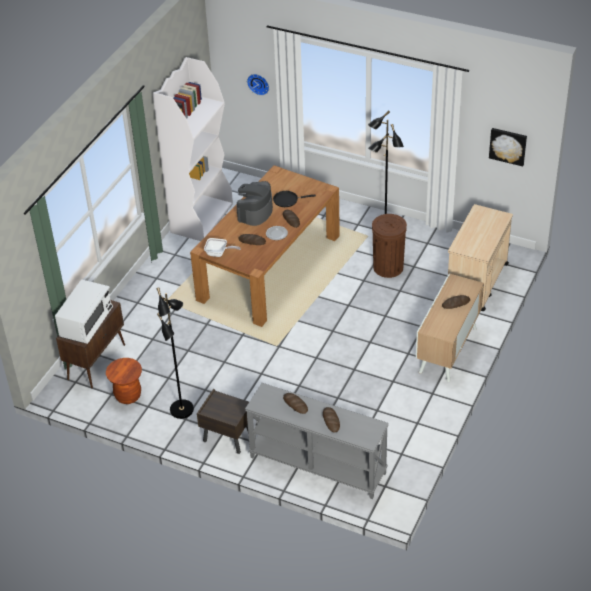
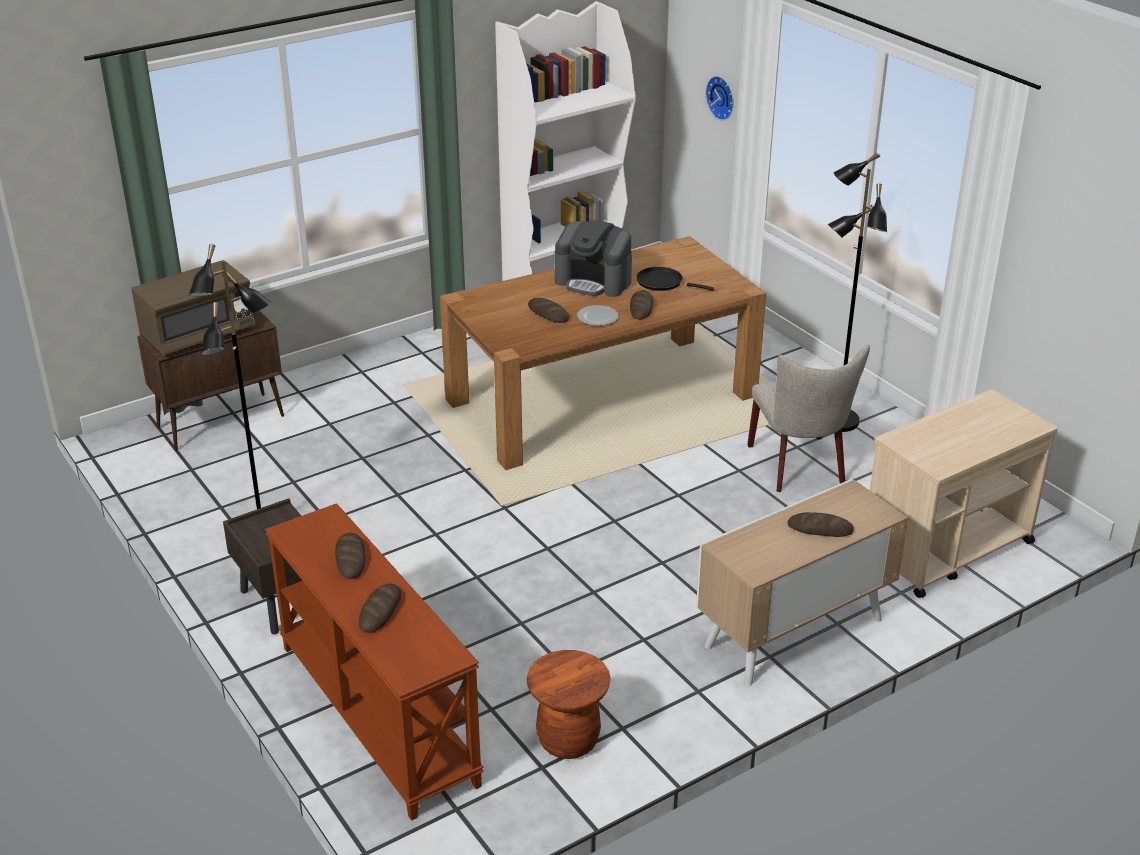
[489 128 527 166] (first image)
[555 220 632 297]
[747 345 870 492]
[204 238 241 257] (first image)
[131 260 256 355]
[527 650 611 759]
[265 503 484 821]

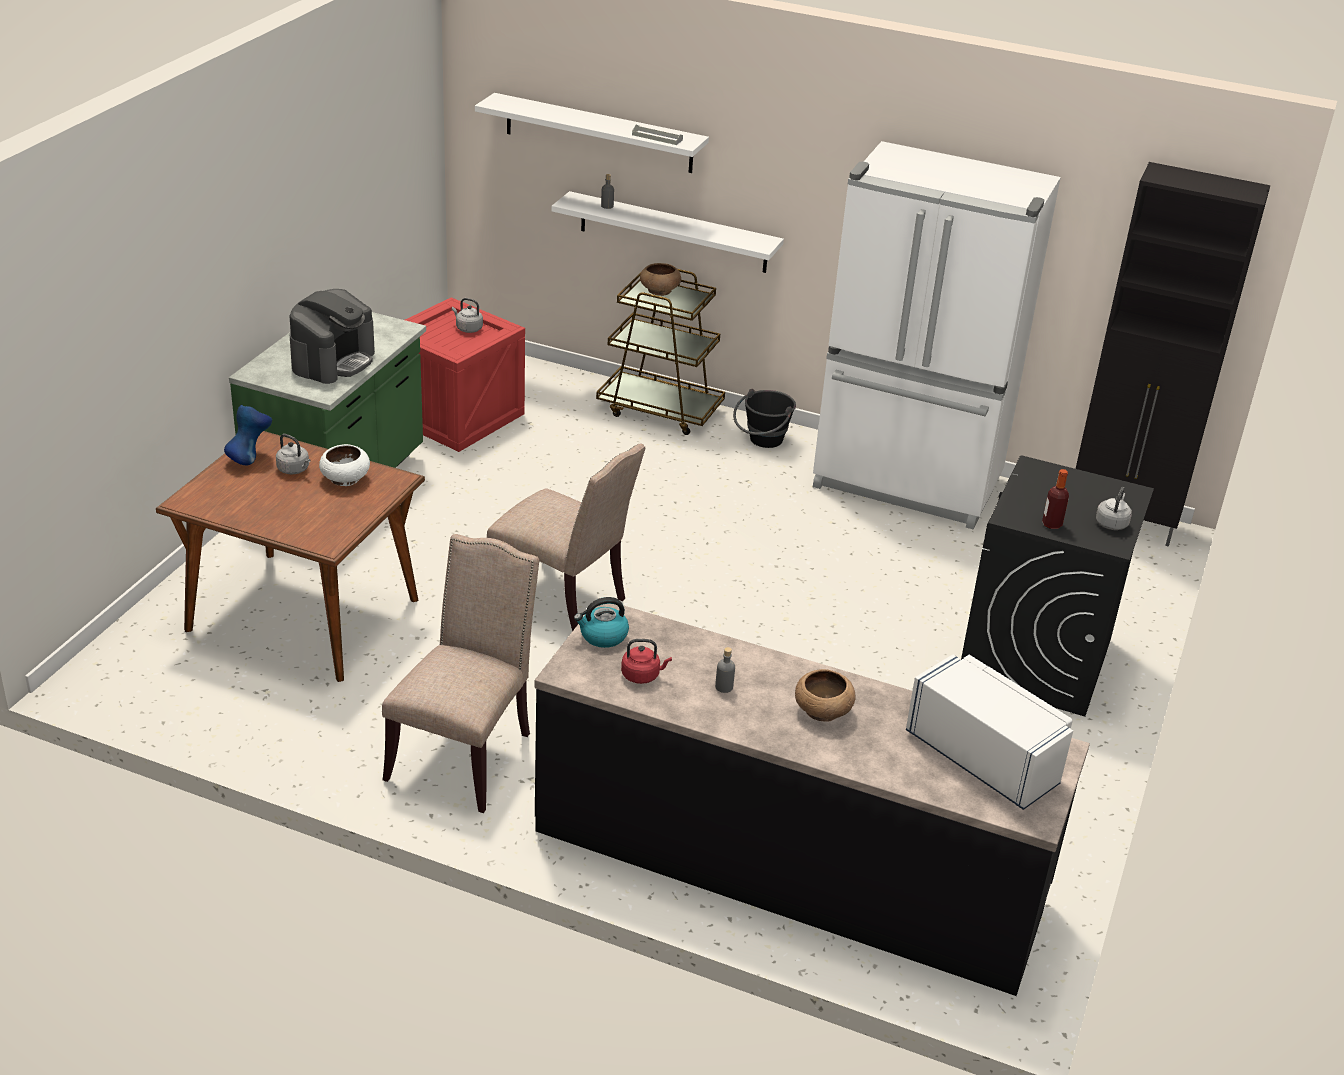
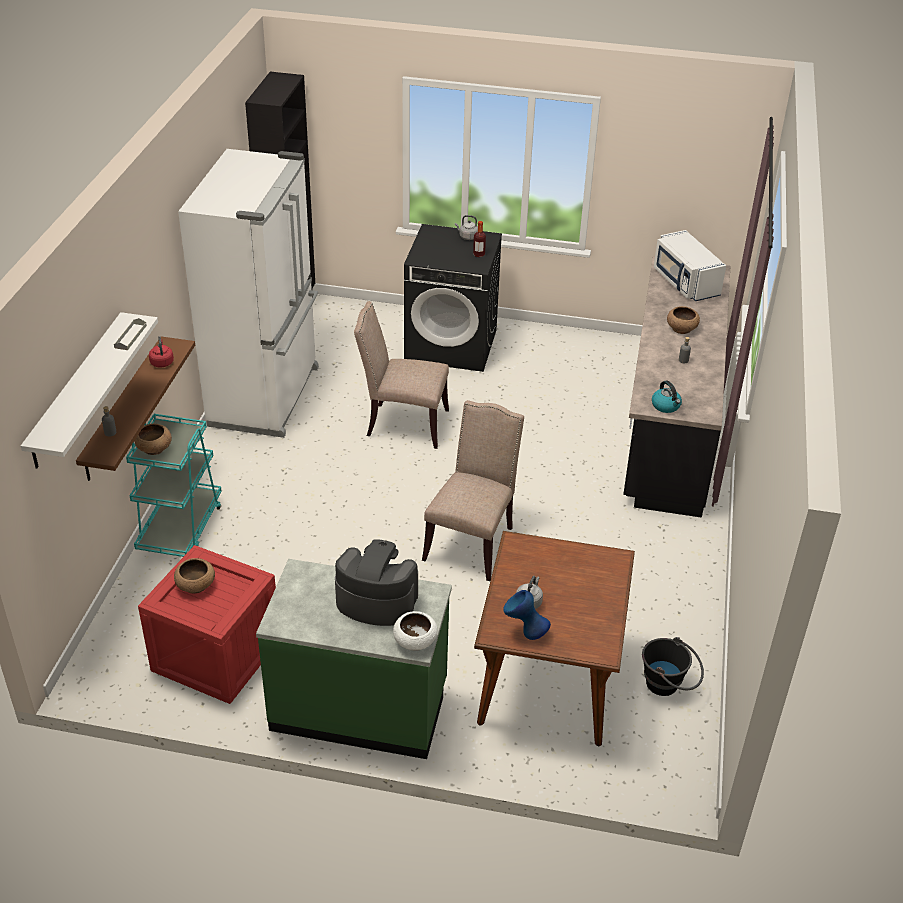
[76 336 195 481]
[126 414 222 557]
[174 558 215 594]
[642 637 704 696]
[393 611 438 651]
[354 301 449 449]
[149 336 174 367]
[654 230 726 301]

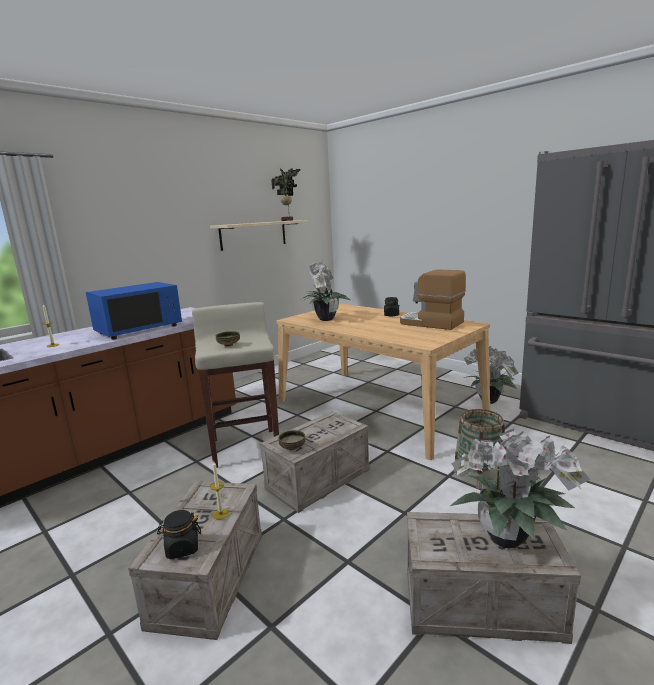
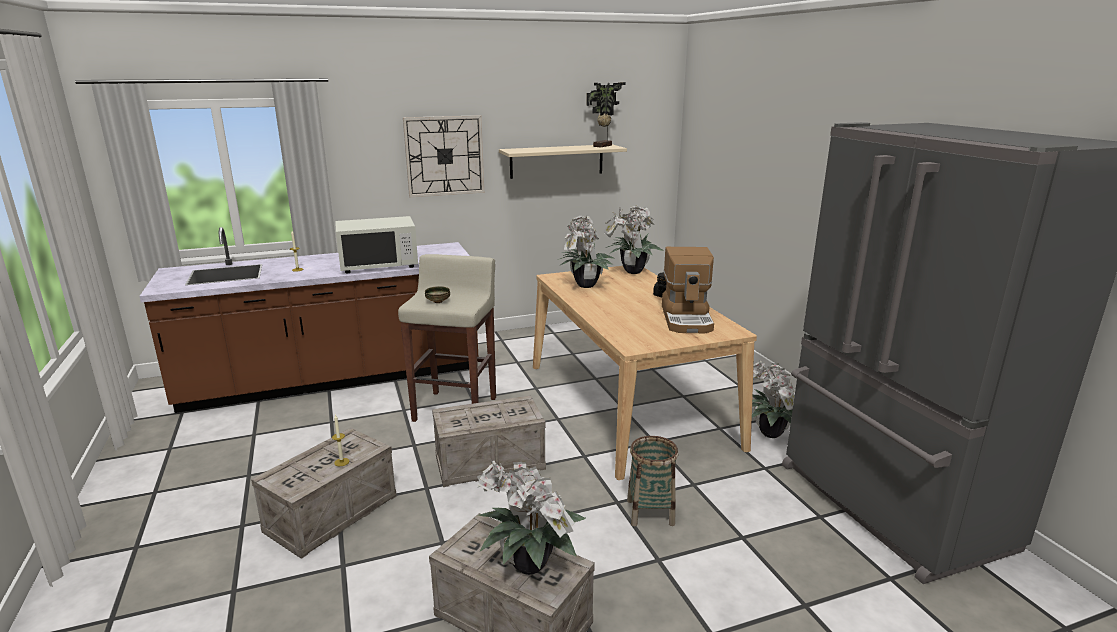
[662 247 714 333]
[335 216 418 273]
[278 430 306 451] (first image)
[157 510 201 559] (first image)
[403 115 484 197]
[603 206 664 274]

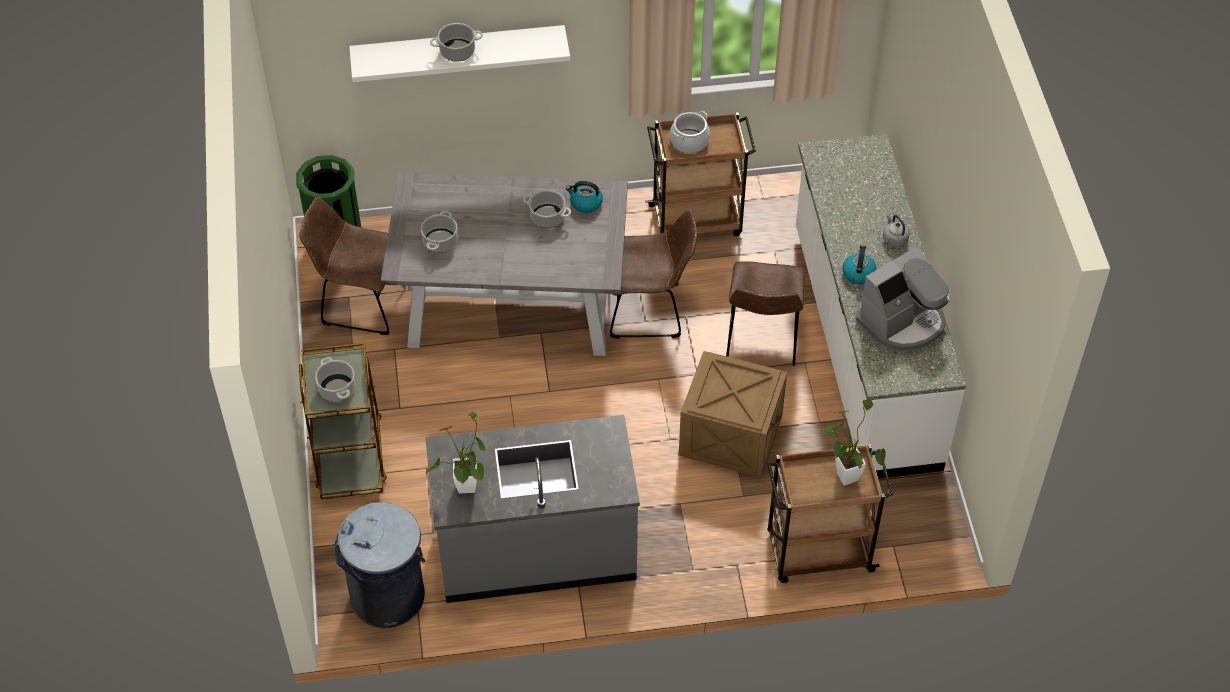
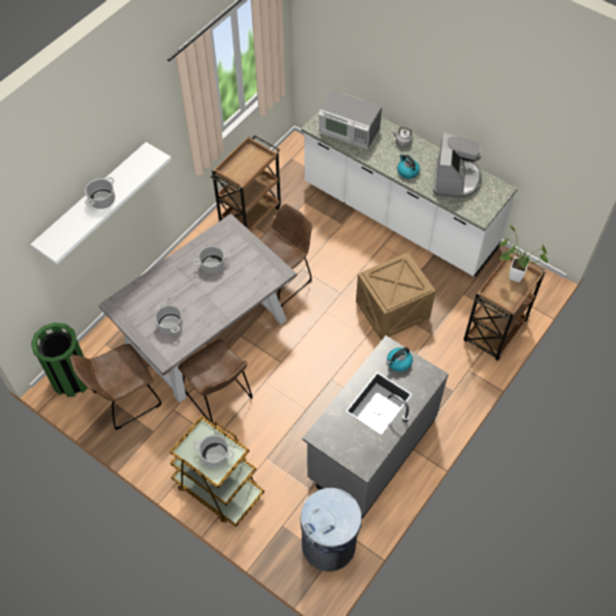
[670 111 710 153] (first image)
[386 347 413 372]
[178 339 253 423]
[425 411 486 493] (first image)
[319 90 382 149]

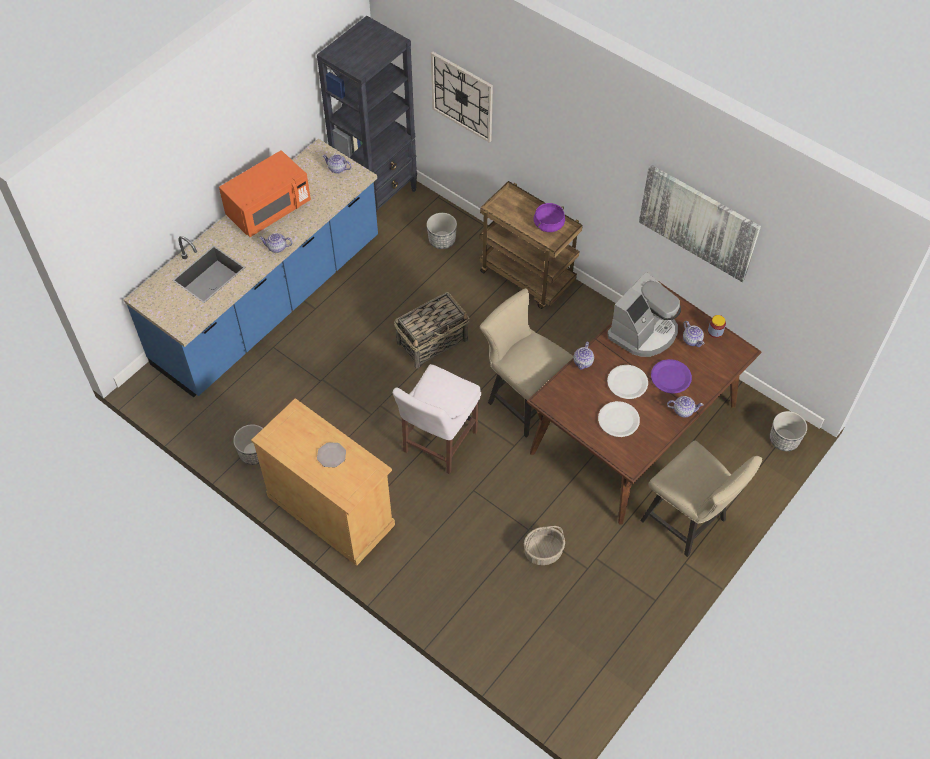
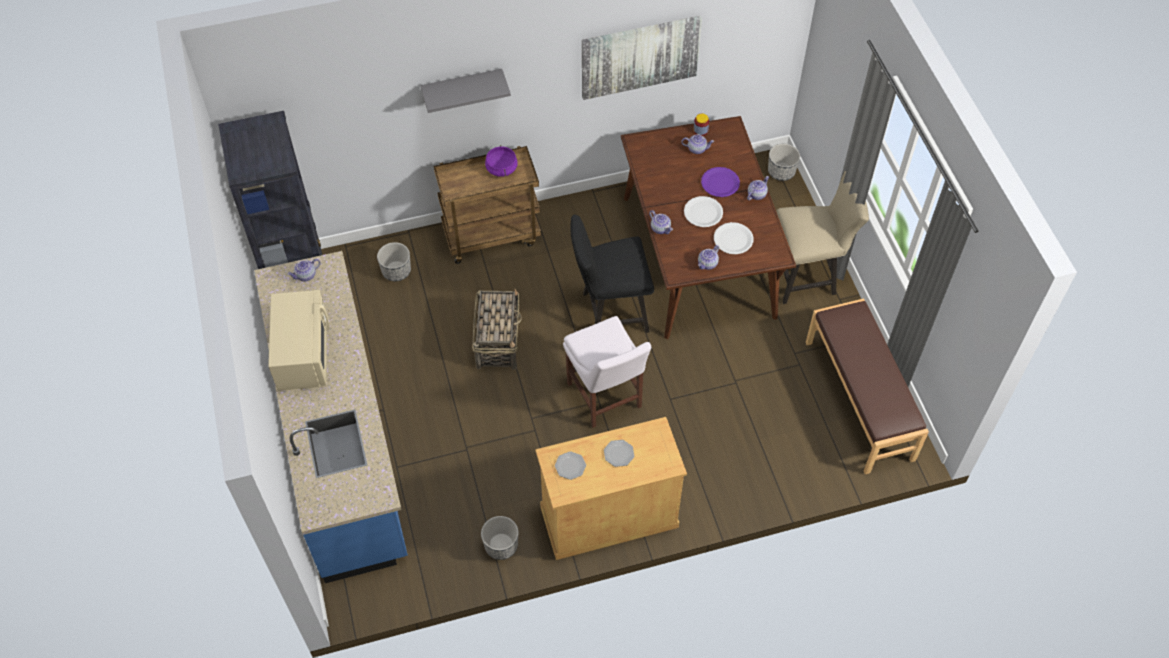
[431 52 493 143] (first image)
[268 290 329 391]
[698 245 719 270]
[607 272 681 357] (first image)
[570 215 654 333]
[524 526 565 565] (first image)
[420 69 511 113]
[806 299 929 474]
[555 451 586 480]

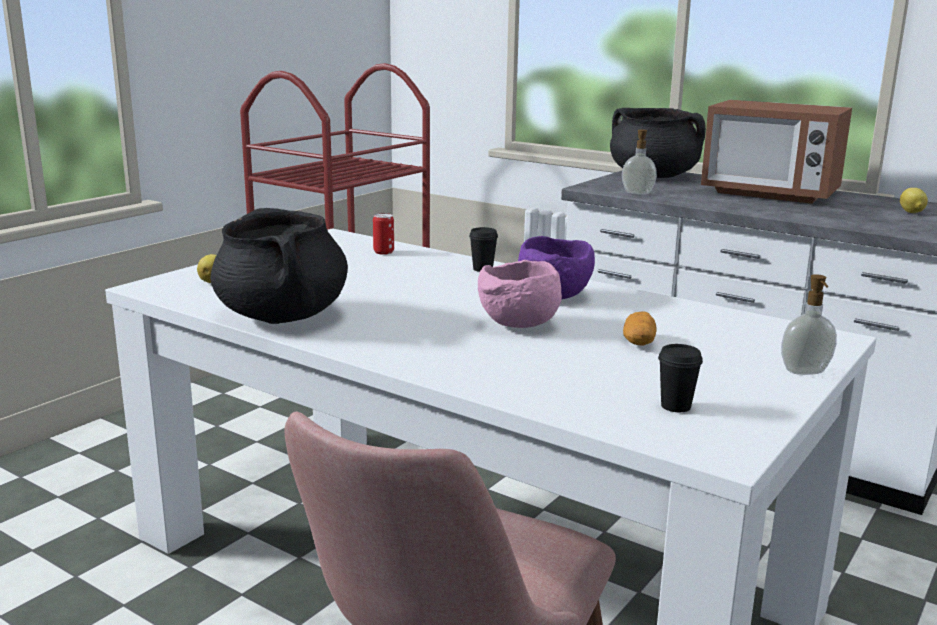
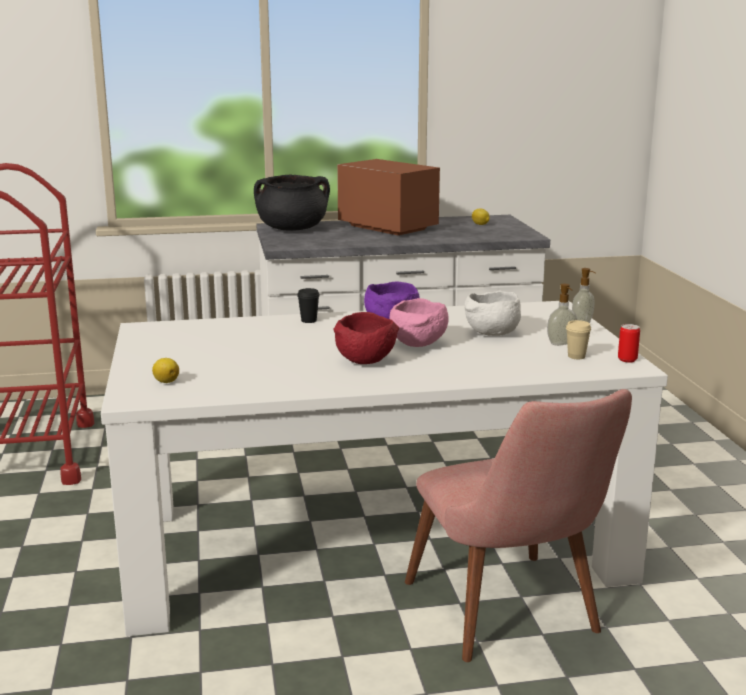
[337 159 440 236]
[547 284 577 346]
[210 208 348 324] (first image)
[618 324 640 363]
[465 291 521 336]
[566 320 591 359]
[334 312 399 364]

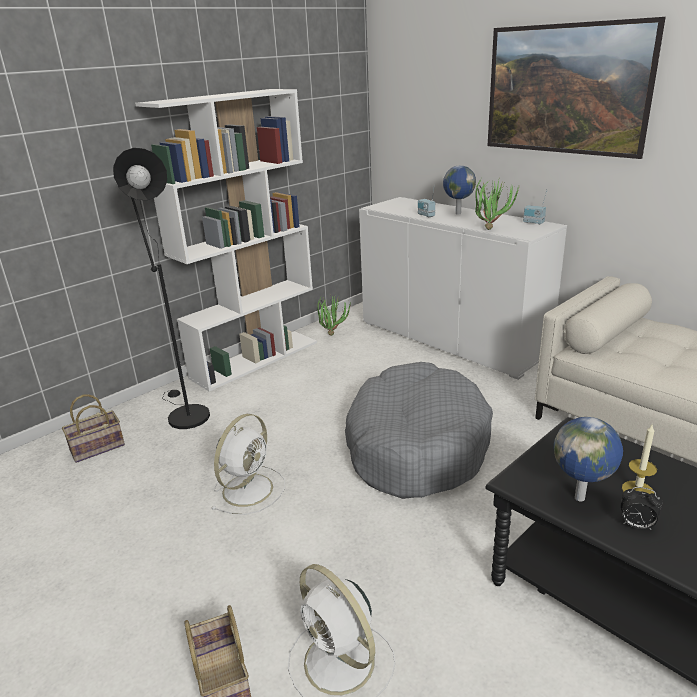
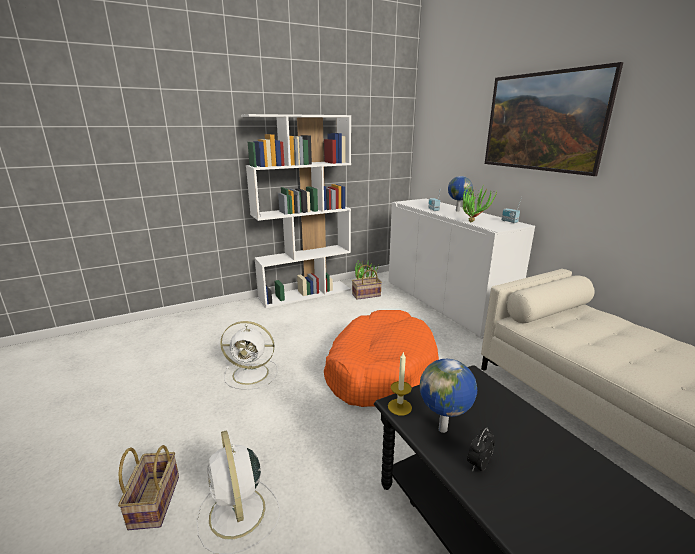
[113 148 210 429] (first image)
[324 310 439 407]
[352 265 382 300]
[220 321 278 390]
[388 352 412 416]
[467 428 495 472]

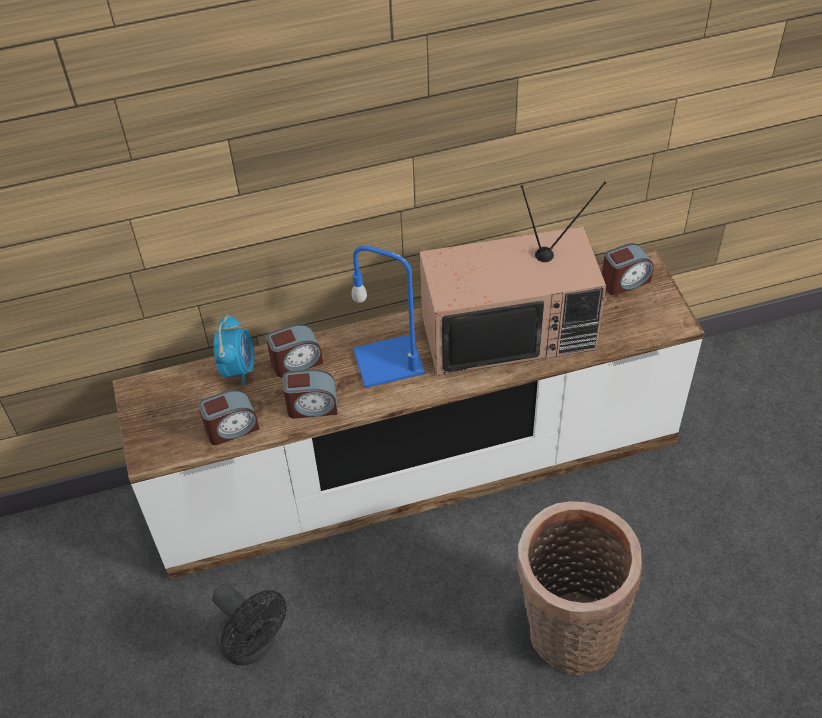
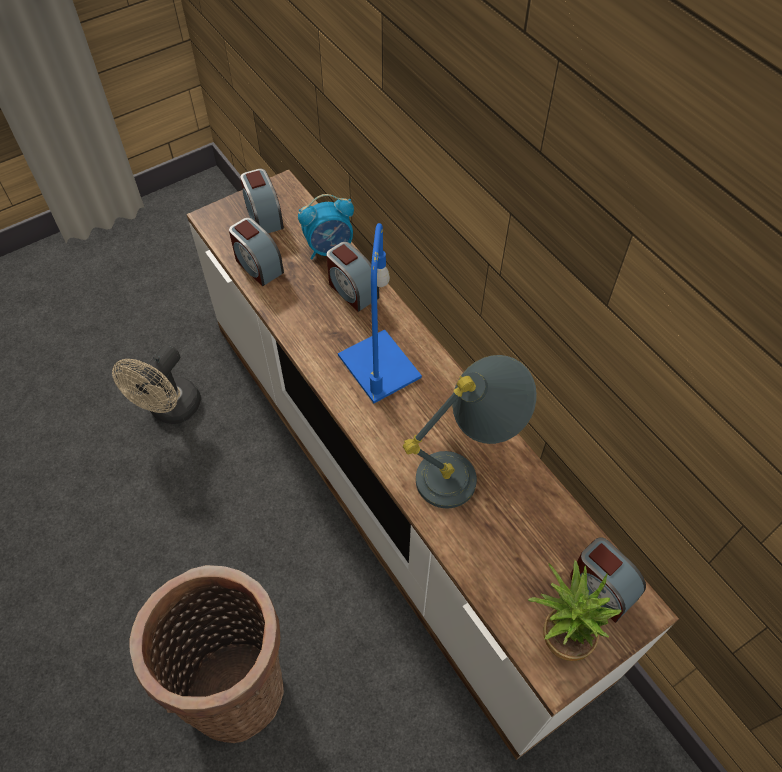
[403 355 537 508]
[240 169 284 233]
[112 345 201 424]
[528 560 622 661]

